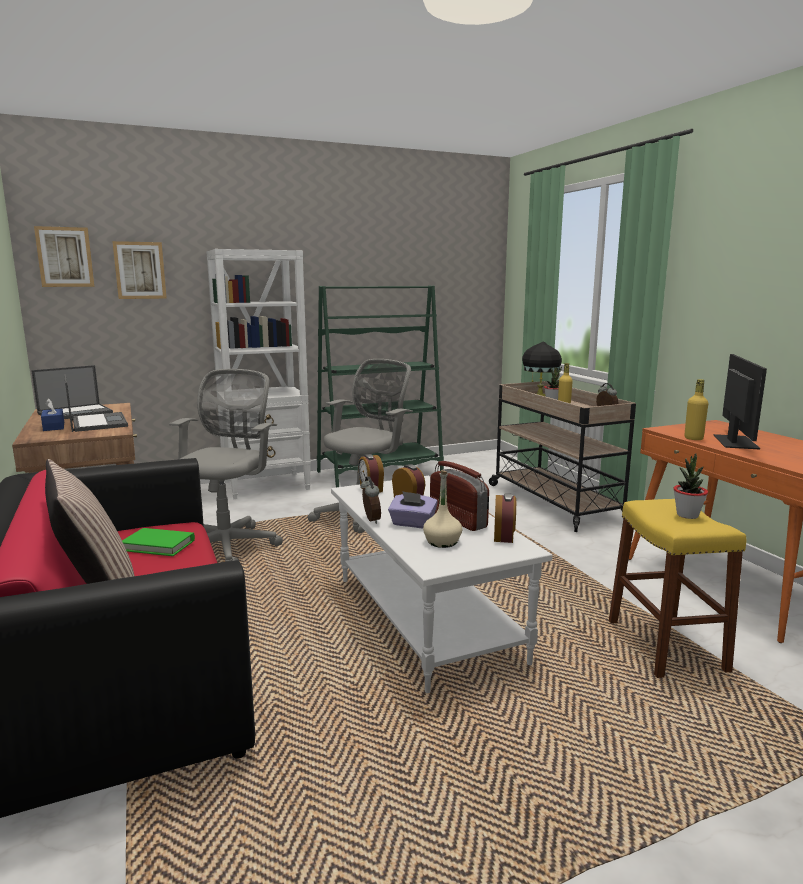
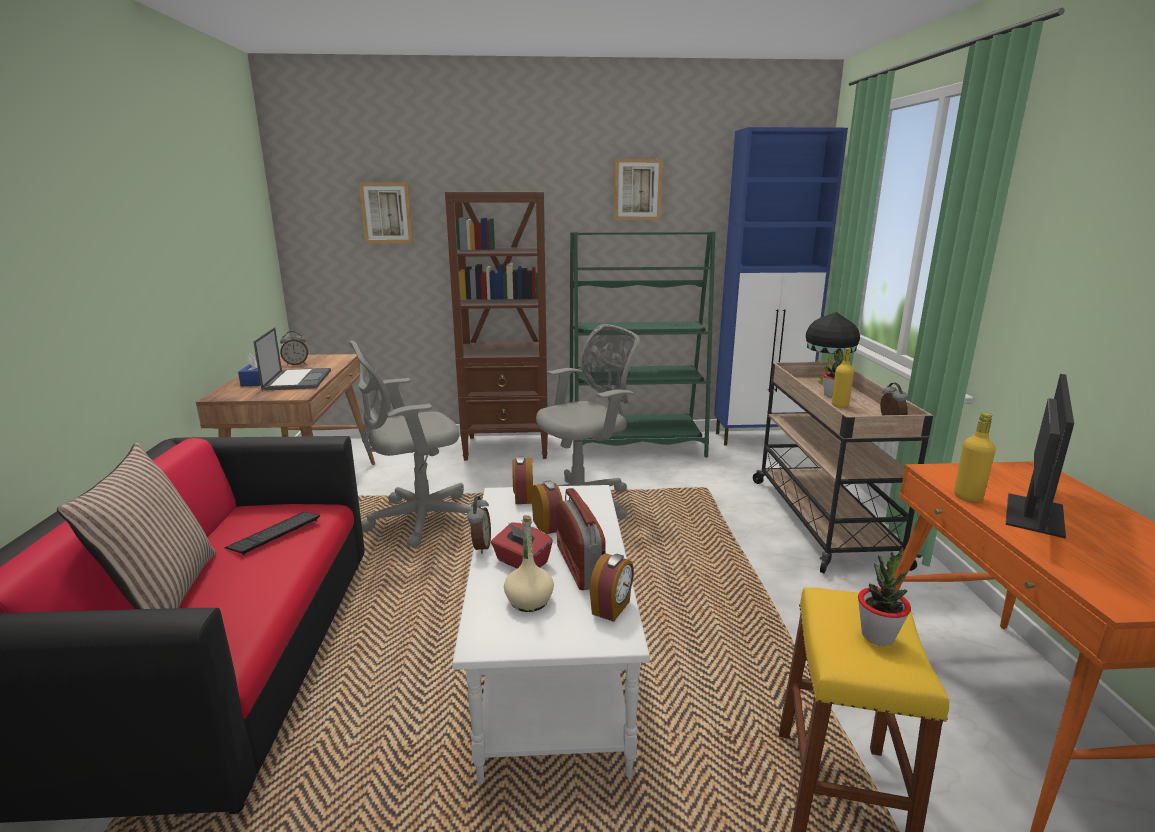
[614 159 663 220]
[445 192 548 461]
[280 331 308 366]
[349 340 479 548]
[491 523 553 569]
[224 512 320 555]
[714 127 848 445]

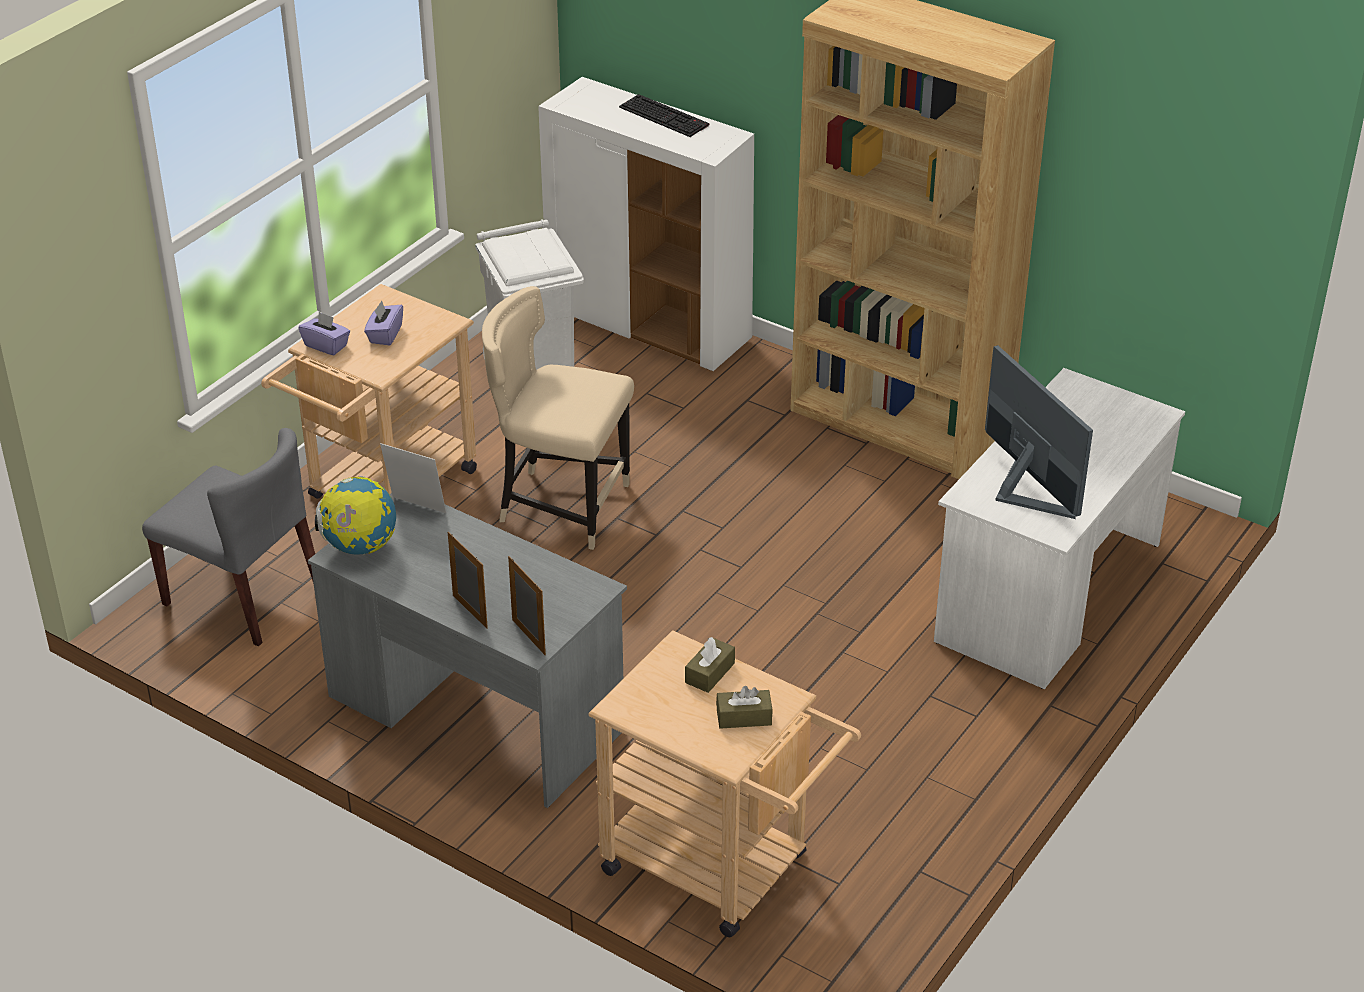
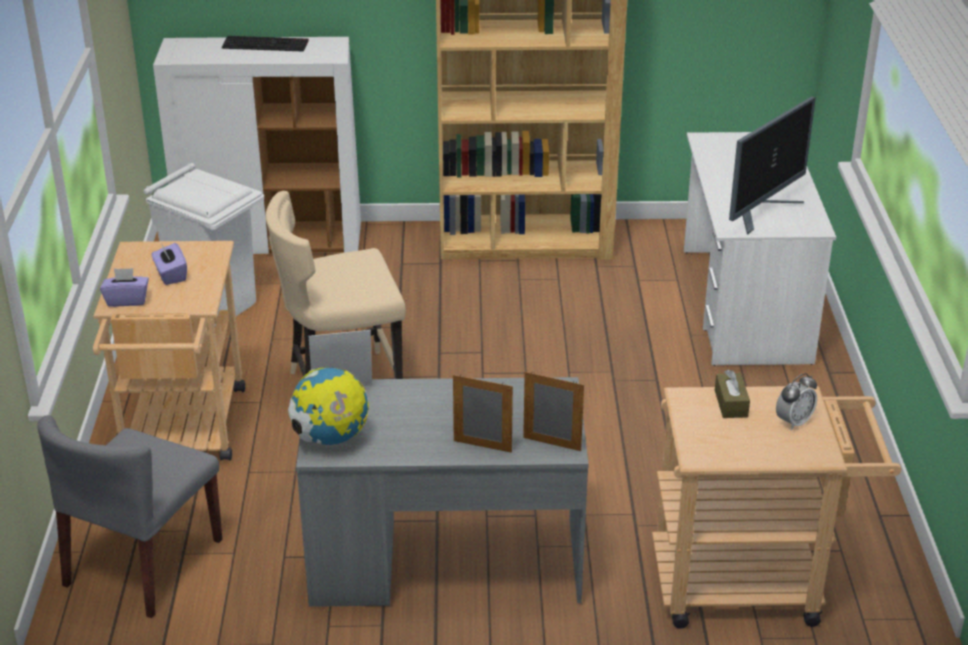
[729 96 816 235]
[37 415 222 618]
[776 373 817 430]

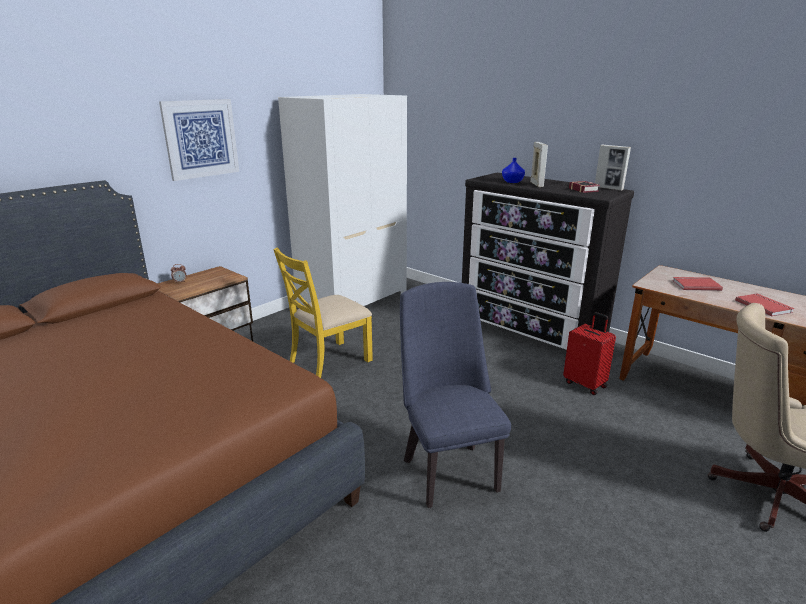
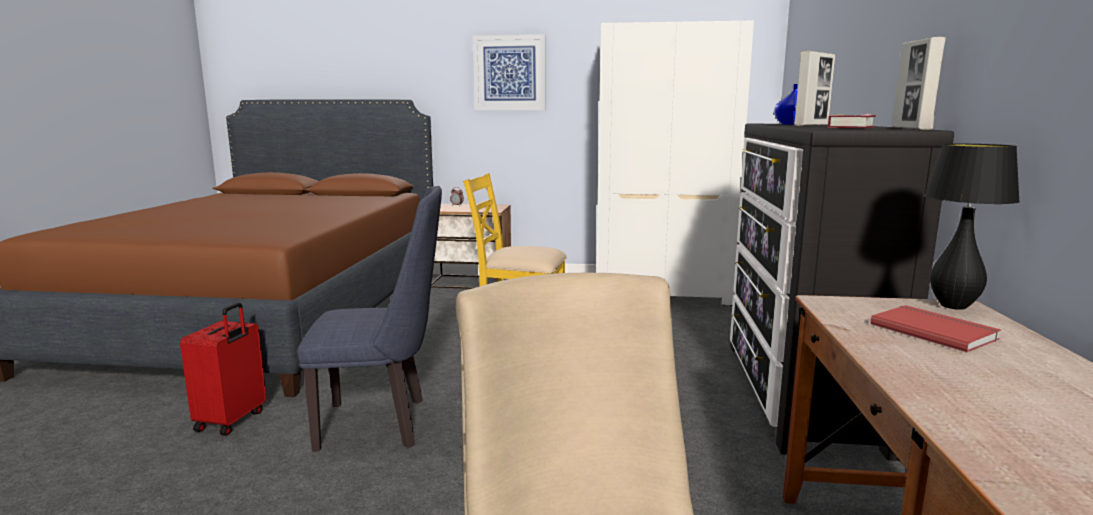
[297 186 442 452]
[735 294 795 316] (first image)
[180 302 266 436]
[925 144 1020 310]

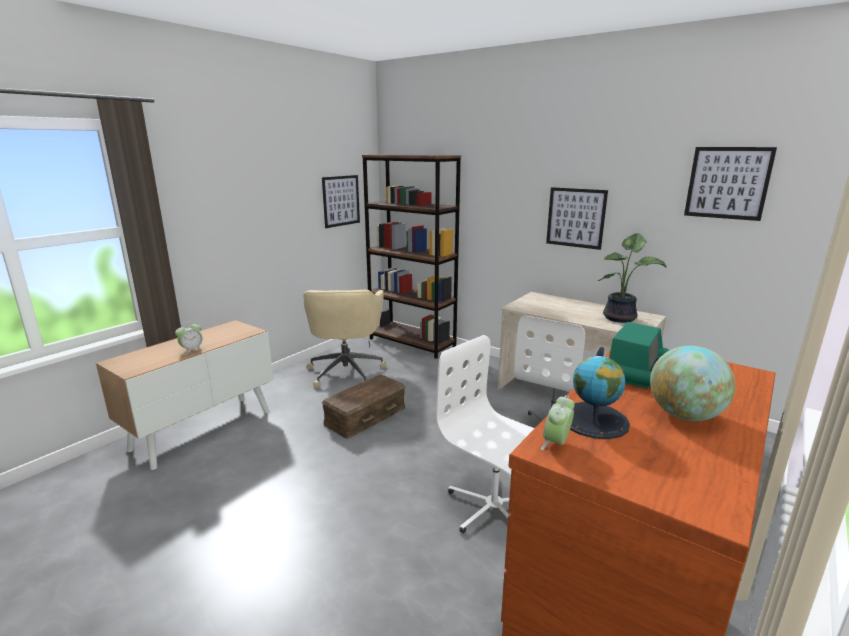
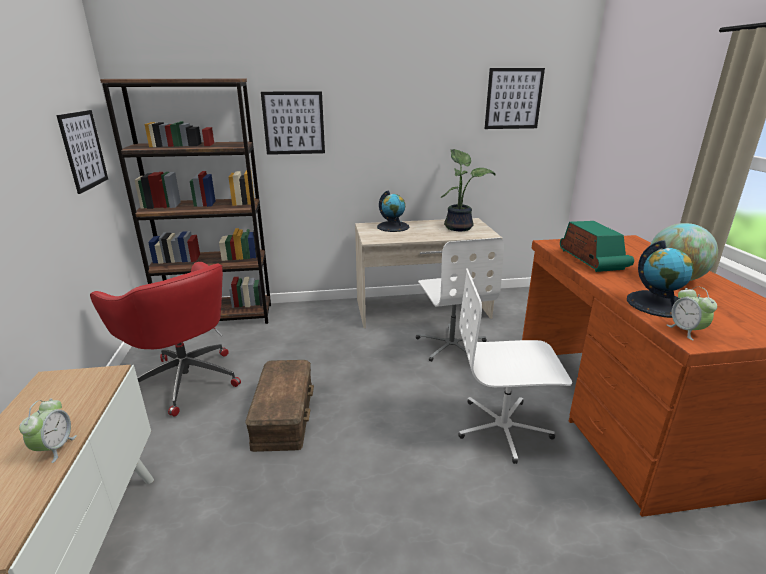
[261 91 325 155]
[90 262 241 417]
[377 190 410 232]

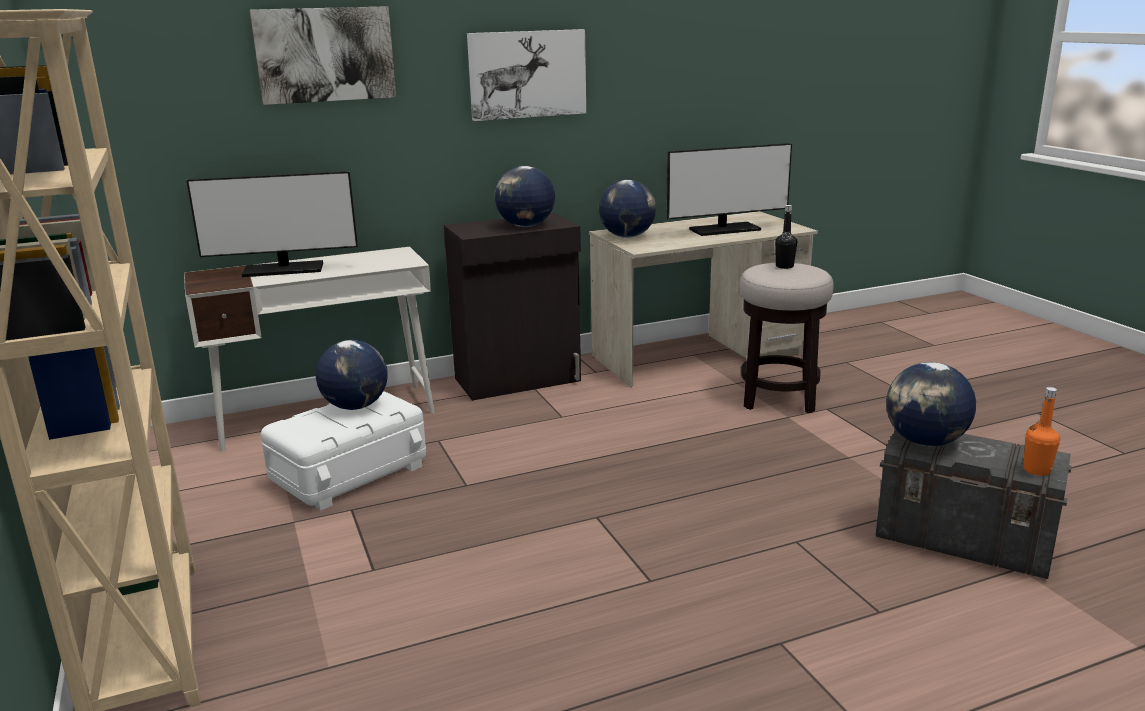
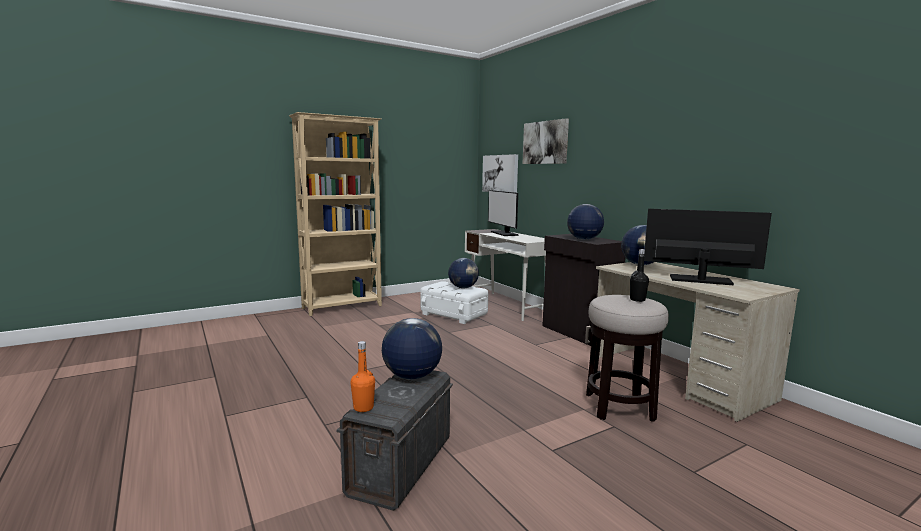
[482 154 518 193]
[644 209 772 286]

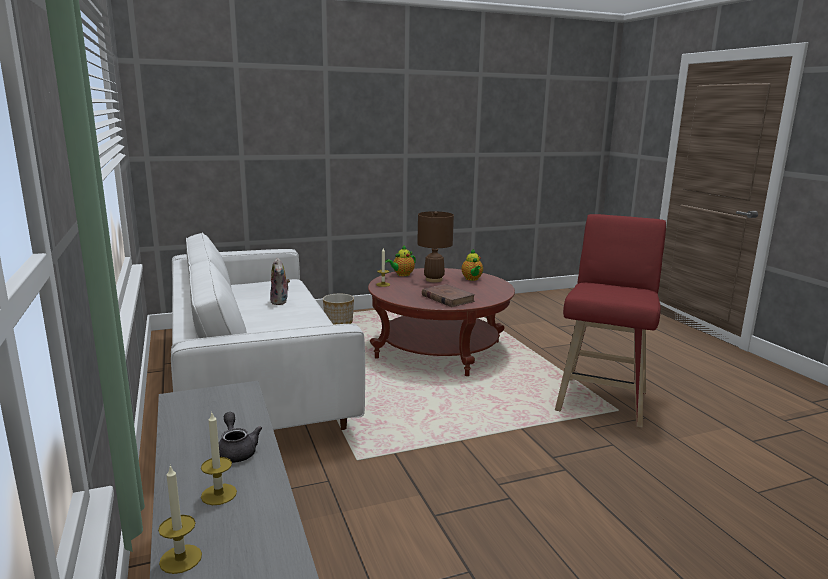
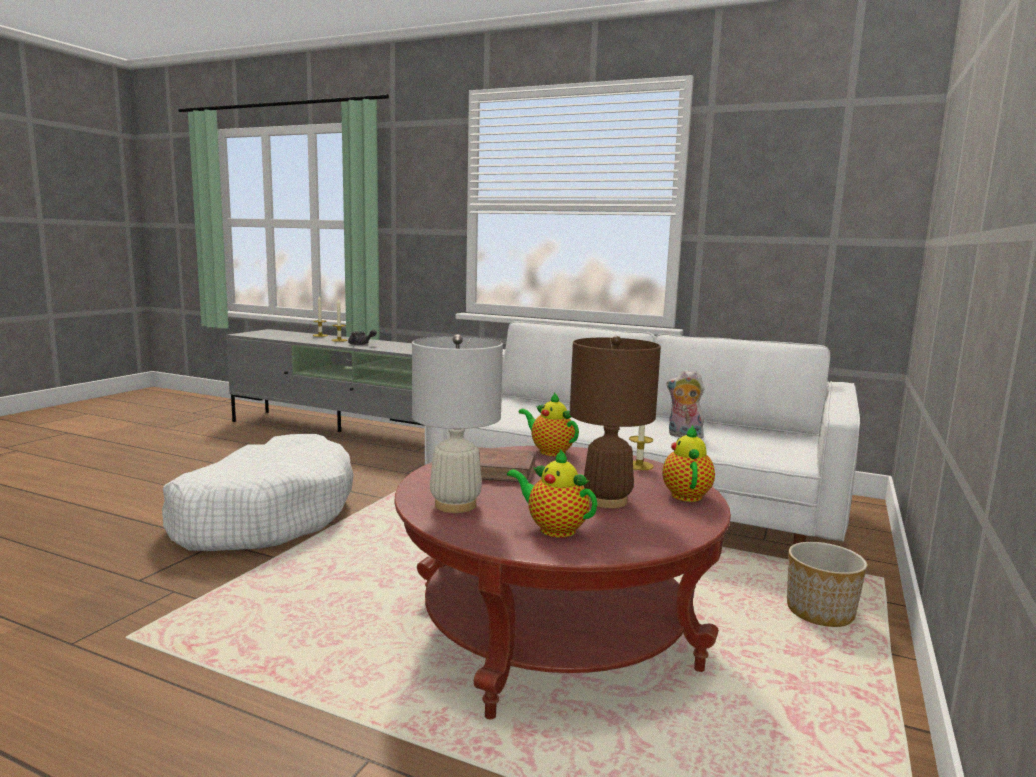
[555 214 666 428] (first image)
[412 334 503 513]
[518 392 579 456]
[162 434 354 551]

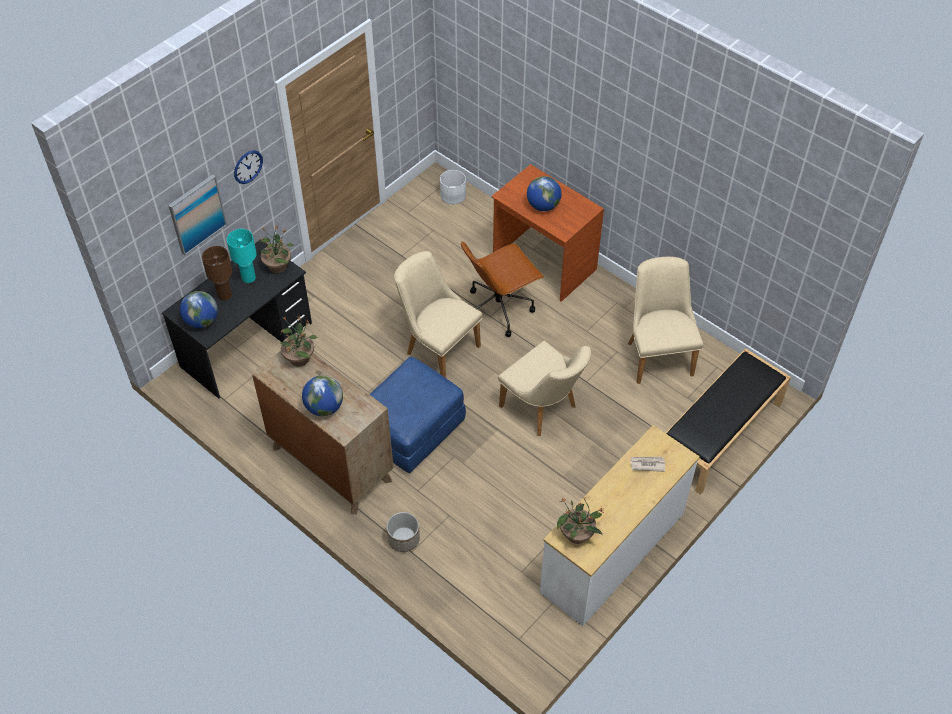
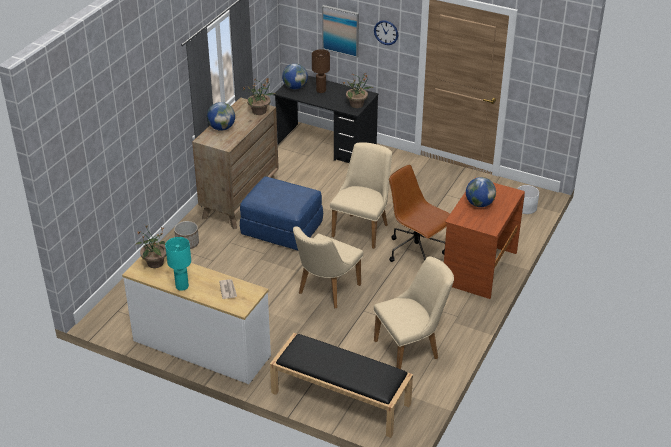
[165 237 191 291]

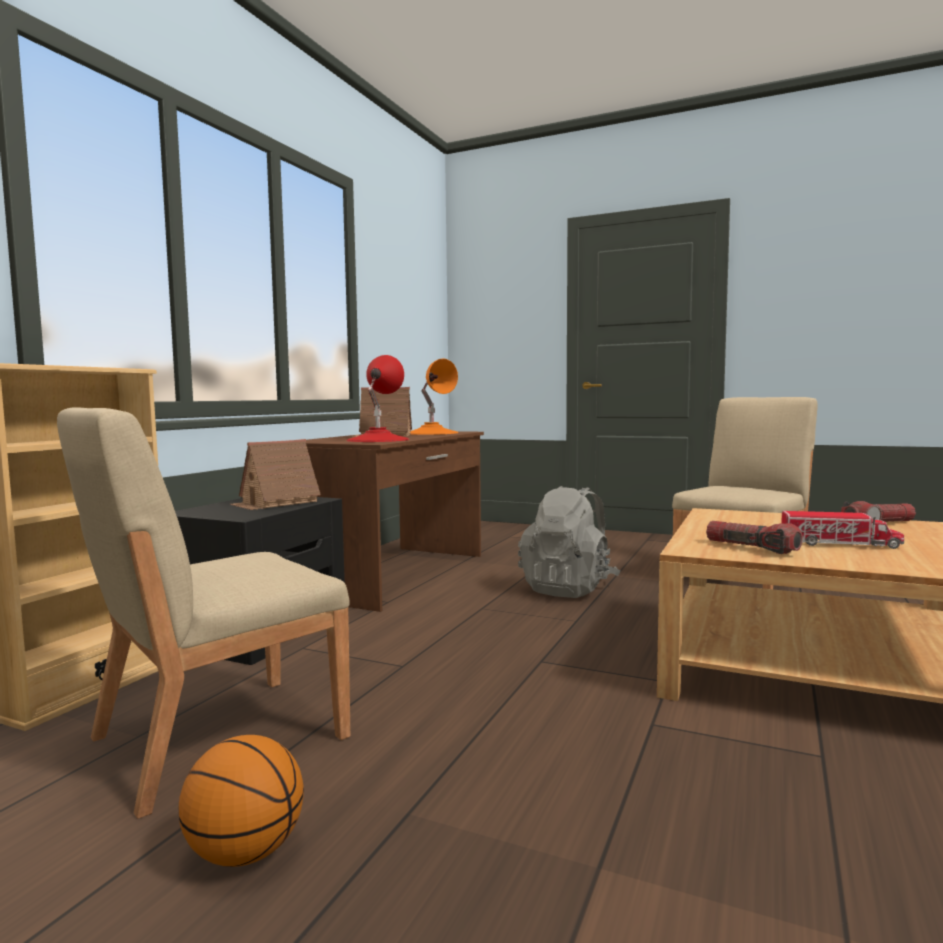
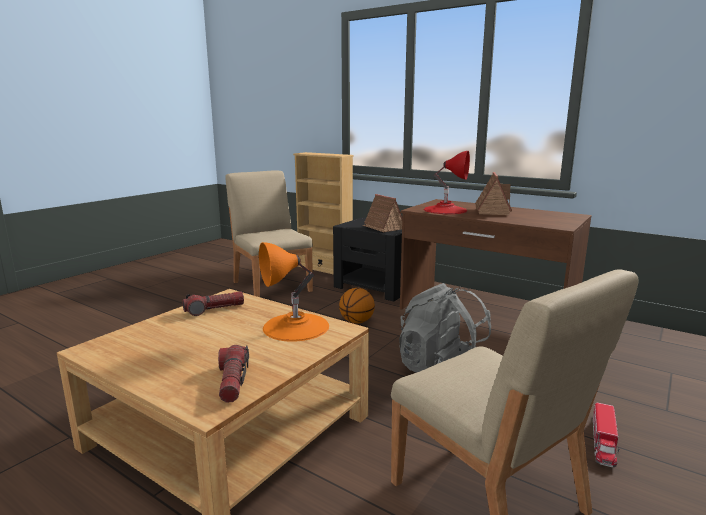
[259 242 329 342]
[593 402 620 467]
[339 288 375 324]

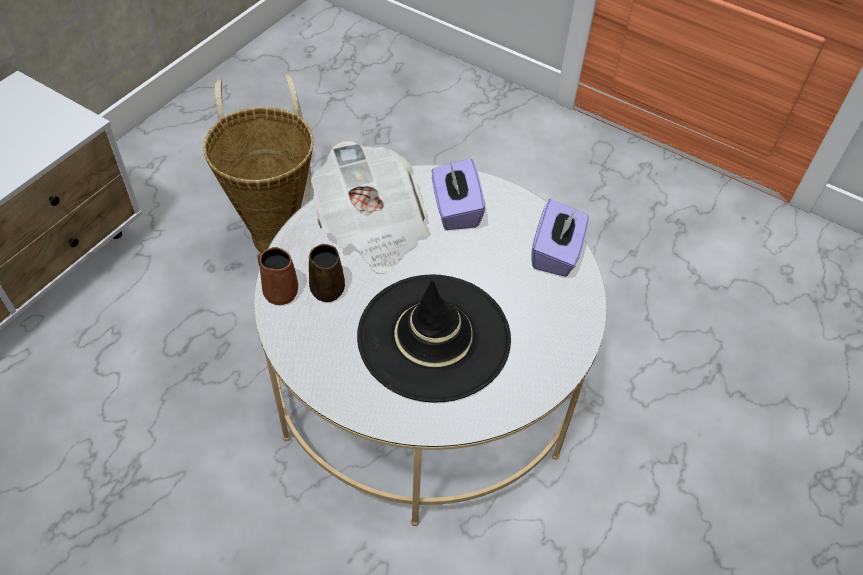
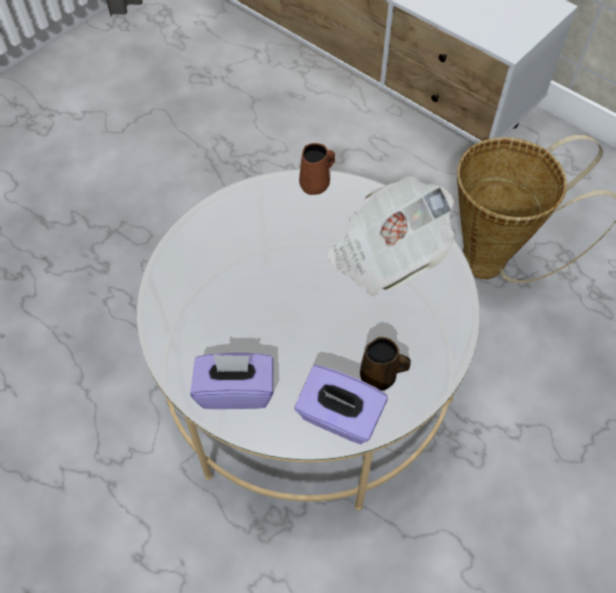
[190 353 273 409]
[360 337 411 391]
[357 274 511 403] (first image)

